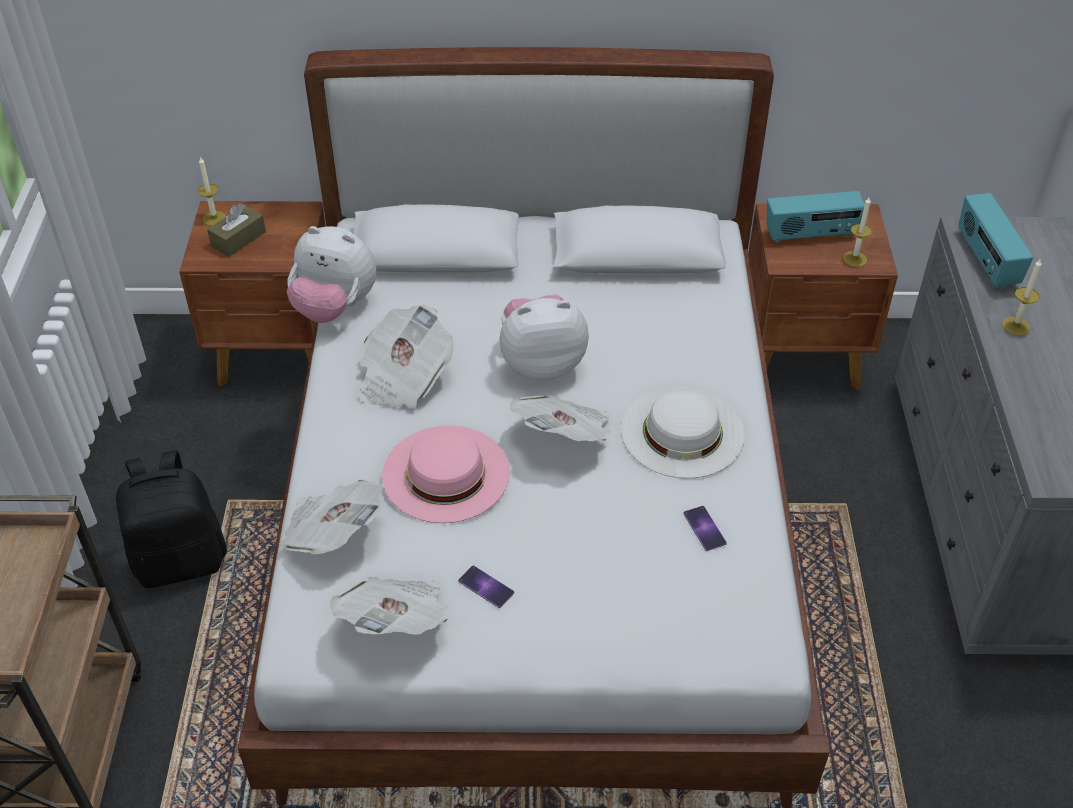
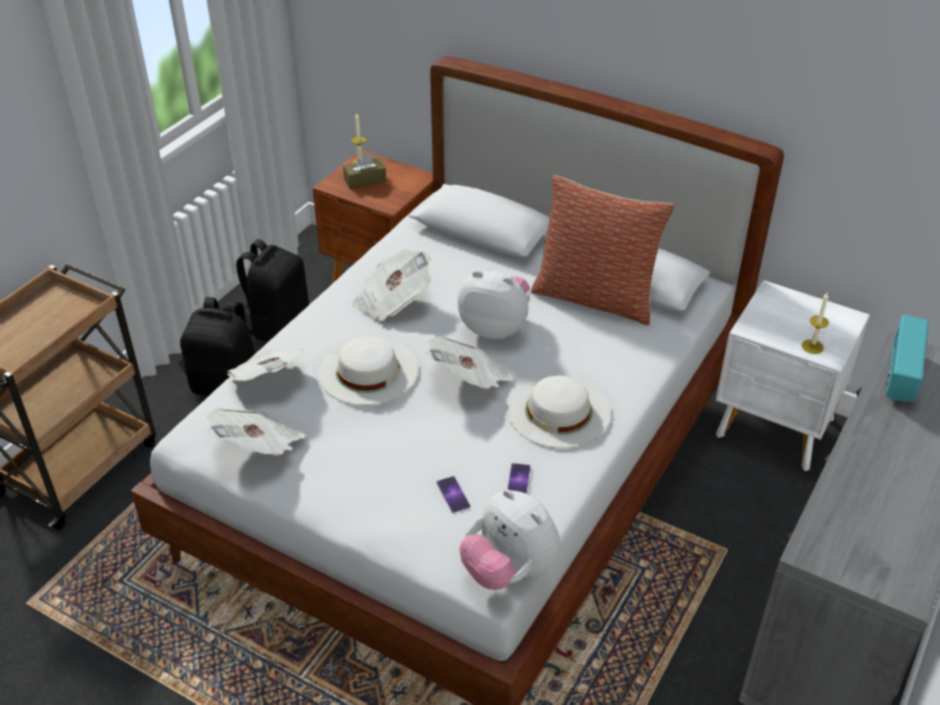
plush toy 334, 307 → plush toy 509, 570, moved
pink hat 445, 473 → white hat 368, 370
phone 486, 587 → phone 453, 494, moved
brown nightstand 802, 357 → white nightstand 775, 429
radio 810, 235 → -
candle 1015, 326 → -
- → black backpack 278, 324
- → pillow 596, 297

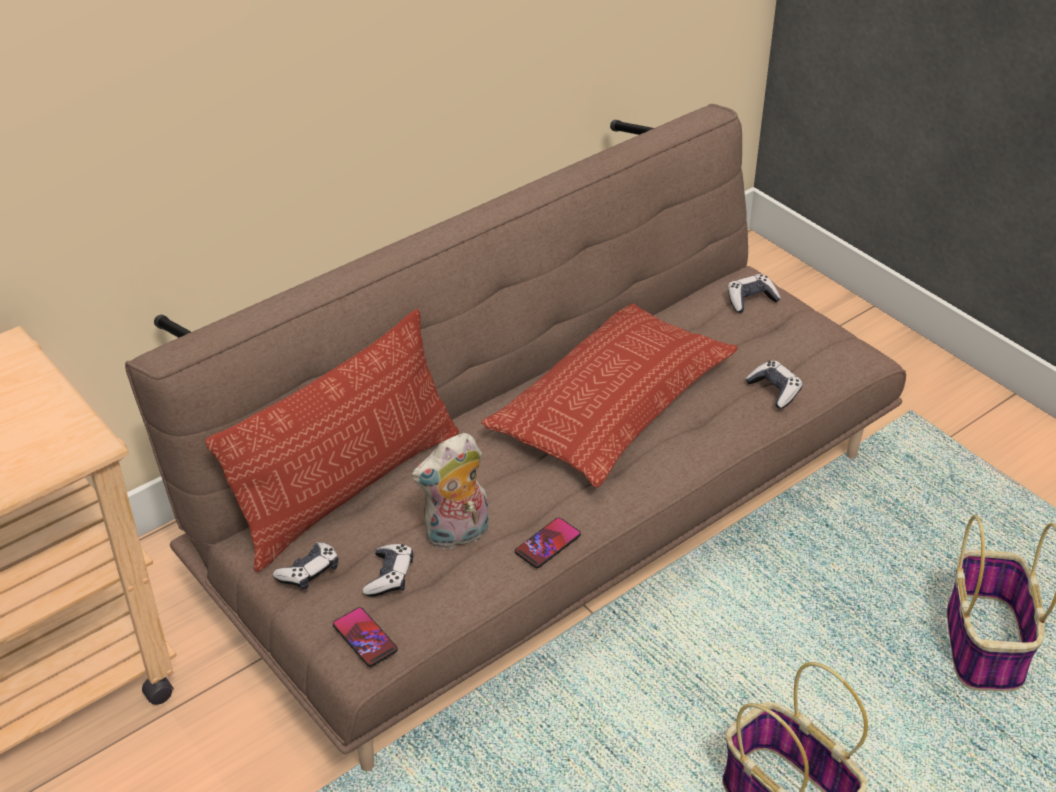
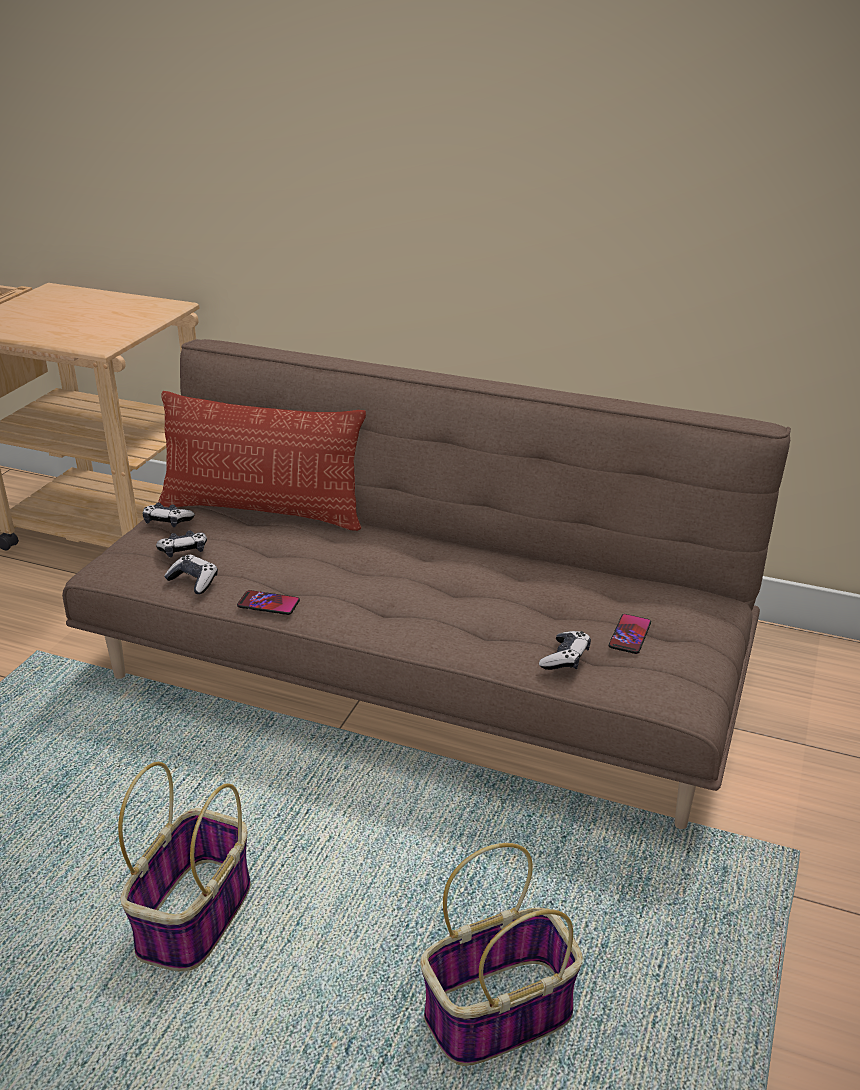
phone 365, 637 → phone 630, 635, moved
plush toy 457, 535 → -
pillow 612, 402 → -
game controller 751, 300 → game controller 193, 581, moved

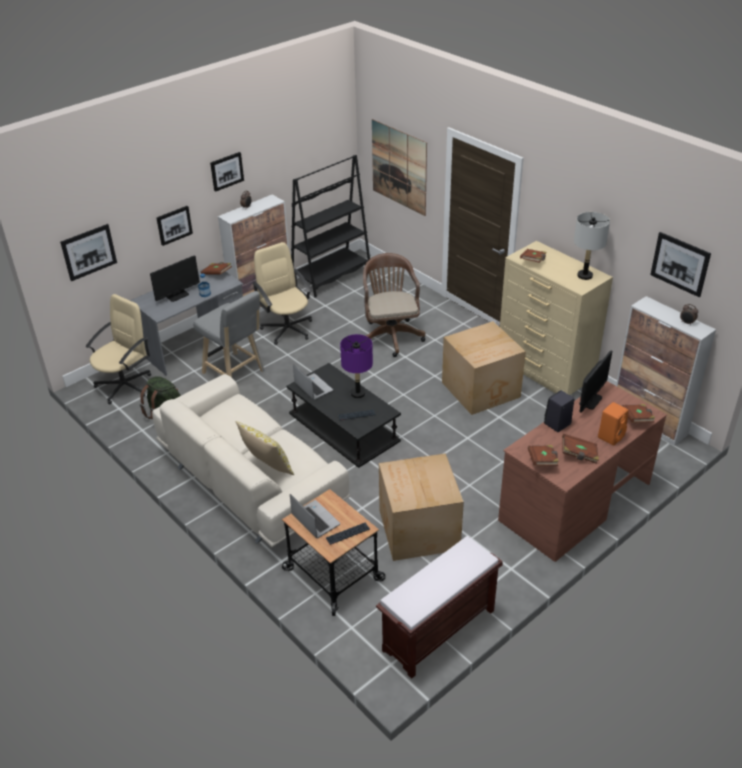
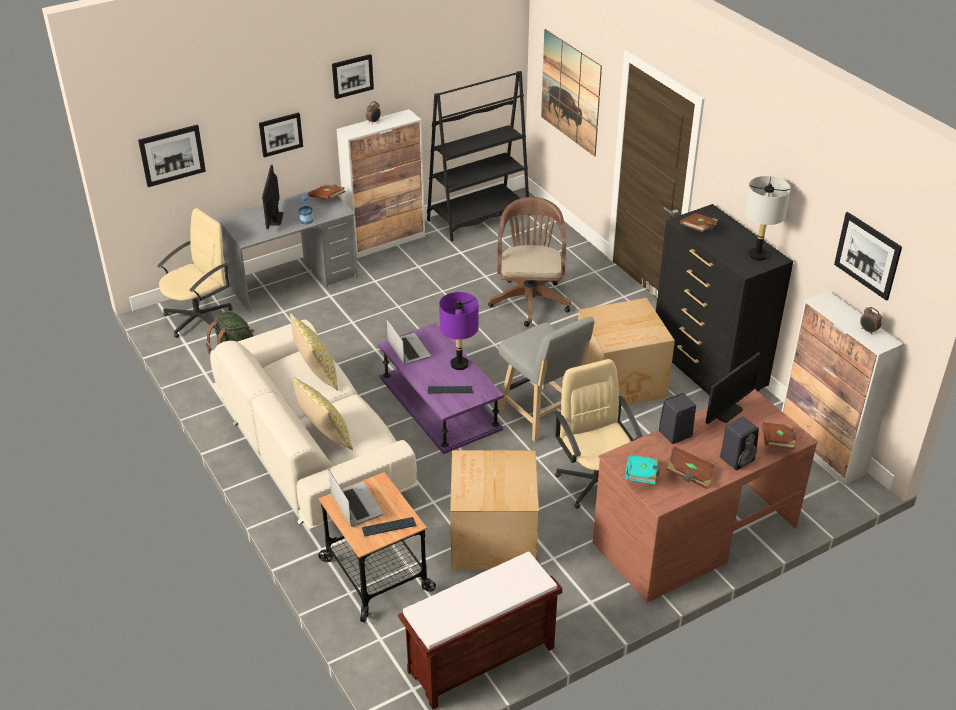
monitor 177, 295 → monitor 274, 219, 120 degrees clockwise
grey stool 235, 374 → grey stool 542, 416, moved
beige office chair 287, 329 → beige office chair 596, 482, moved
black coffee table 343, 427 → purple coffee table 439, 403
beige dresser 544, 372 → black dresser 707, 370
brown book 543, 461 → turquoise book 642, 476
orange speaker 611, 436 → black speaker 737, 458
- → pillow 316, 375

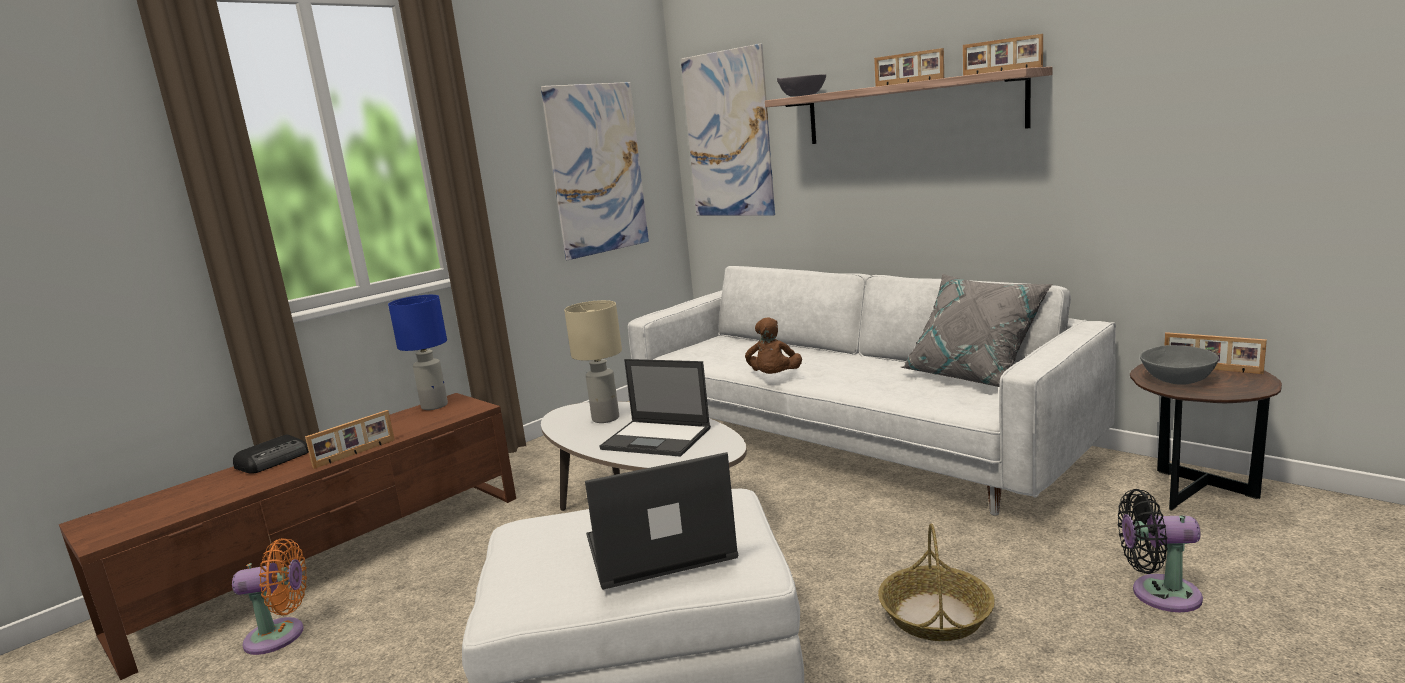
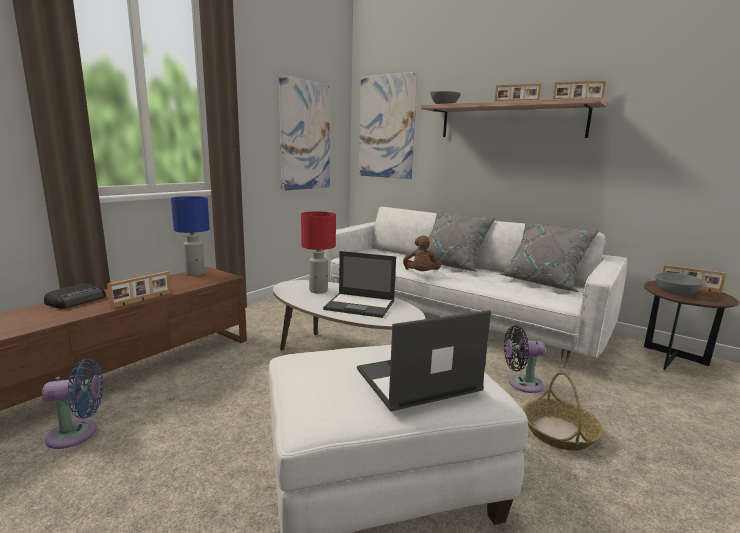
orange fan 281, 636 → blue fan 77, 434
beige table lamp 606, 418 → red table lamp 318, 290
black fan 1158, 594 → black fan 521, 384, moved
- → grey pillow 452, 265

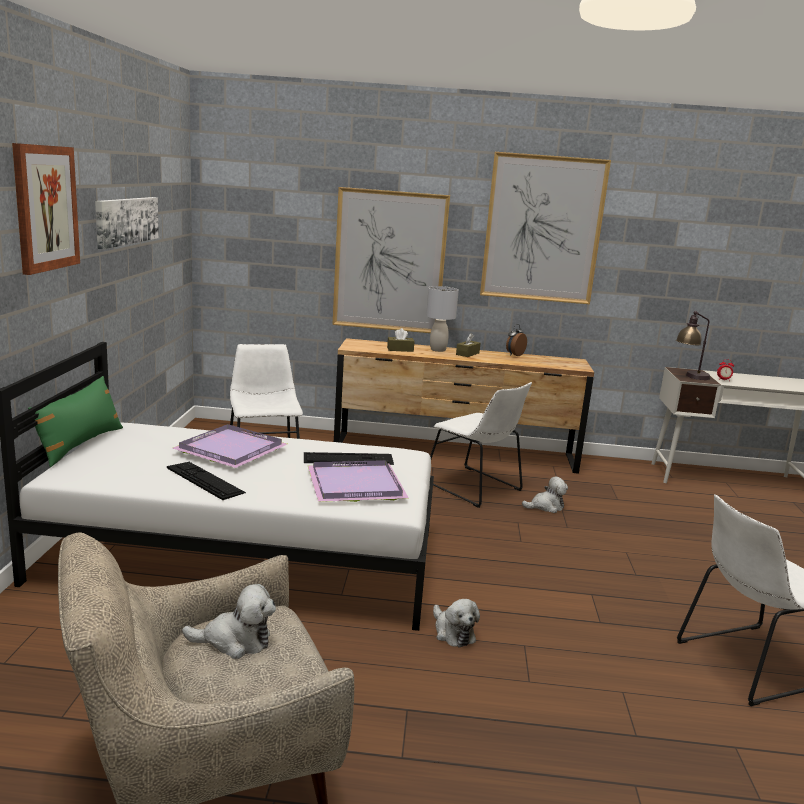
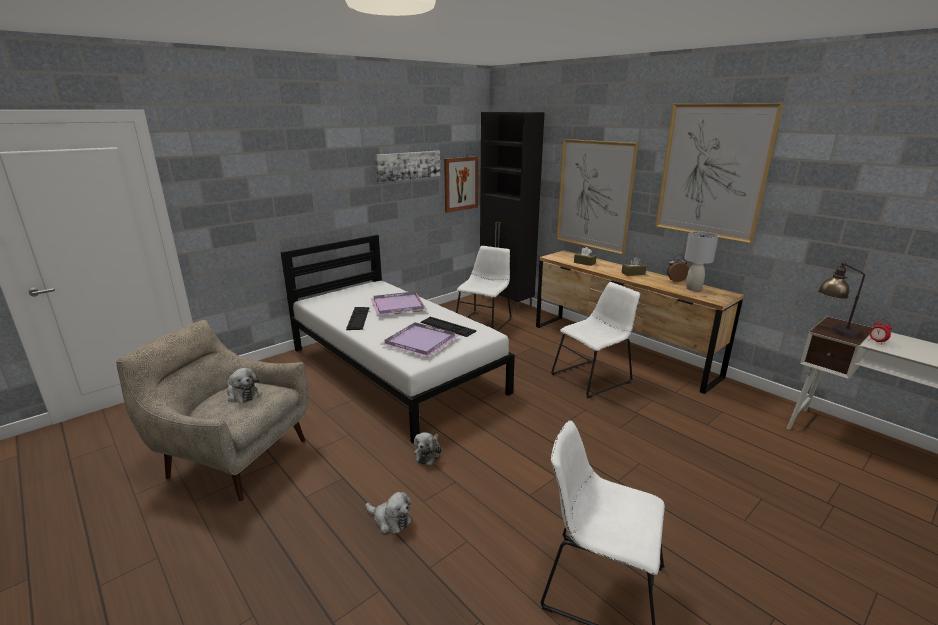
picture 45, 208 → picture 460, 184, moved
green pillow 80, 444 → -
grey table lamp 438, 350 → grey table lamp 693, 289, moved
white chair 475, 488 → white chair 593, 377, 120 degrees counterclockwise
plush toy 546, 506 → plush toy 390, 520, moved
- → black cabinet 506, 303

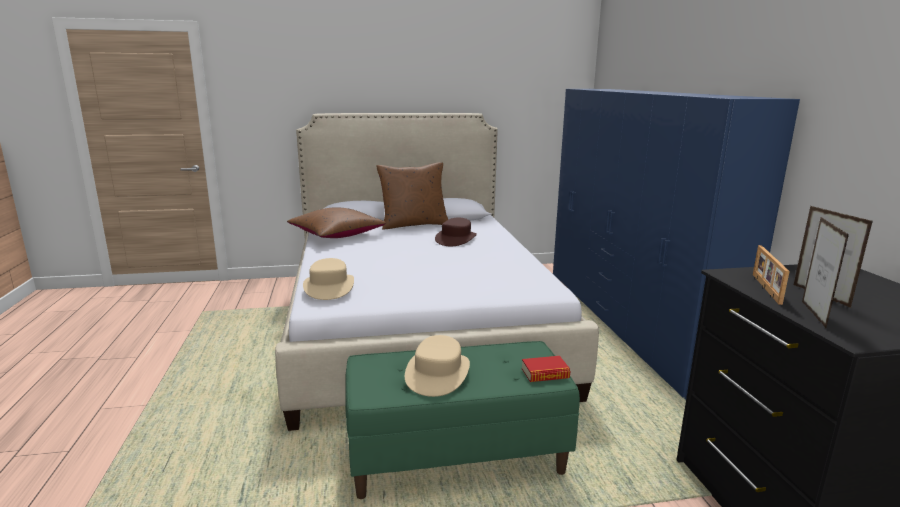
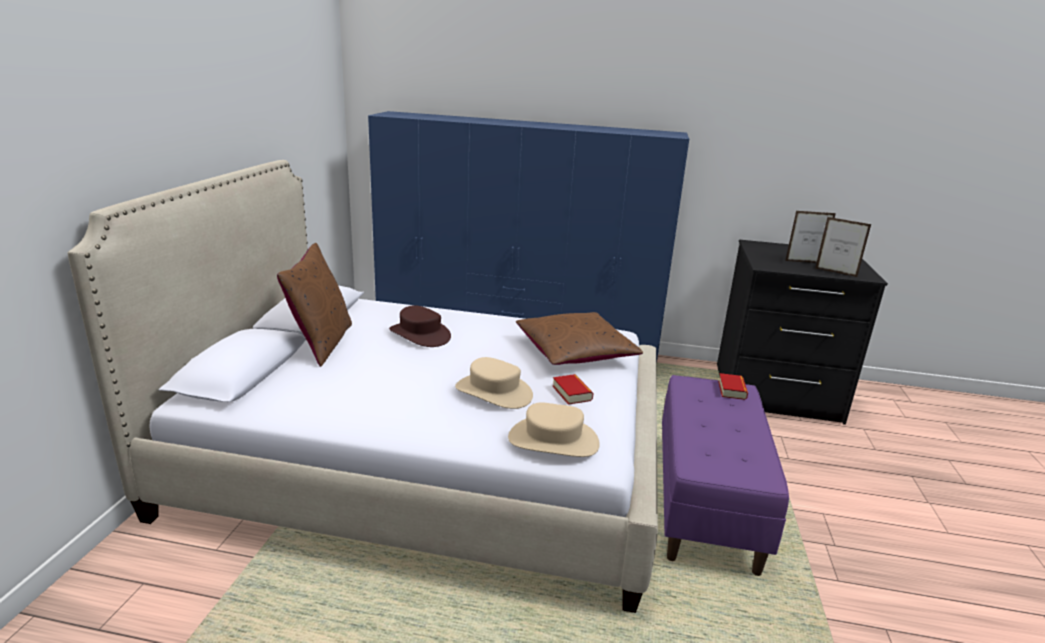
brown pillow 337, 235 → brown pillow 575, 353, moved
green bench 457, 456 → purple bench 705, 502
beige hat 438, 373 → beige hat 494, 392, moved
picture frame 765, 288 → -
- → book 572, 393

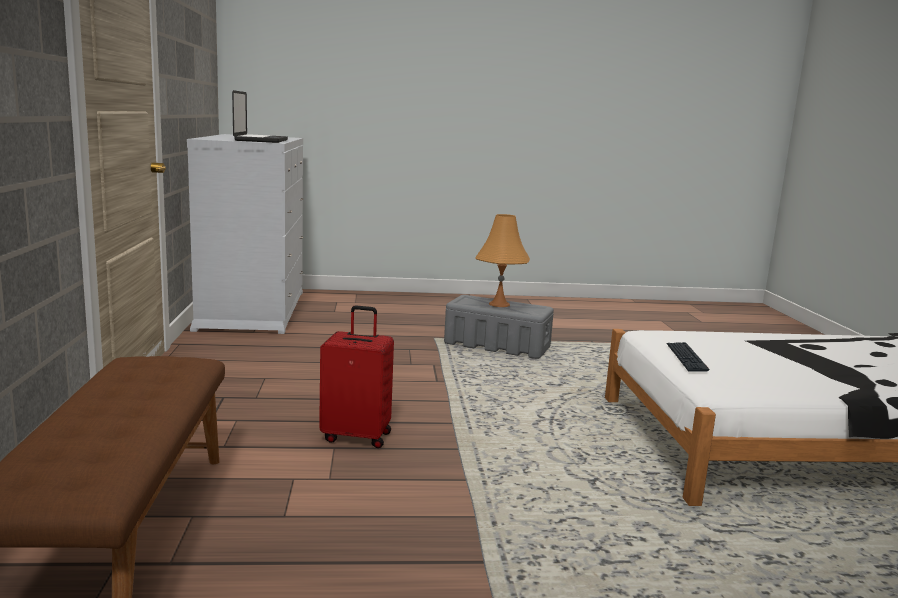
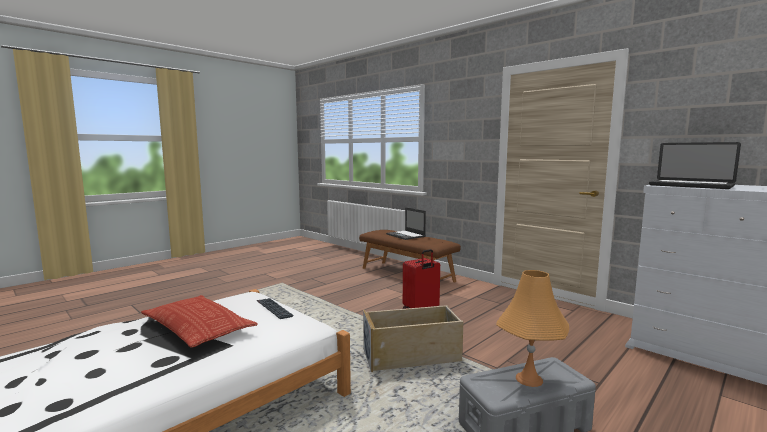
- → pillow 197, 327
- → beige storage box 412, 355
- → laptop 406, 235

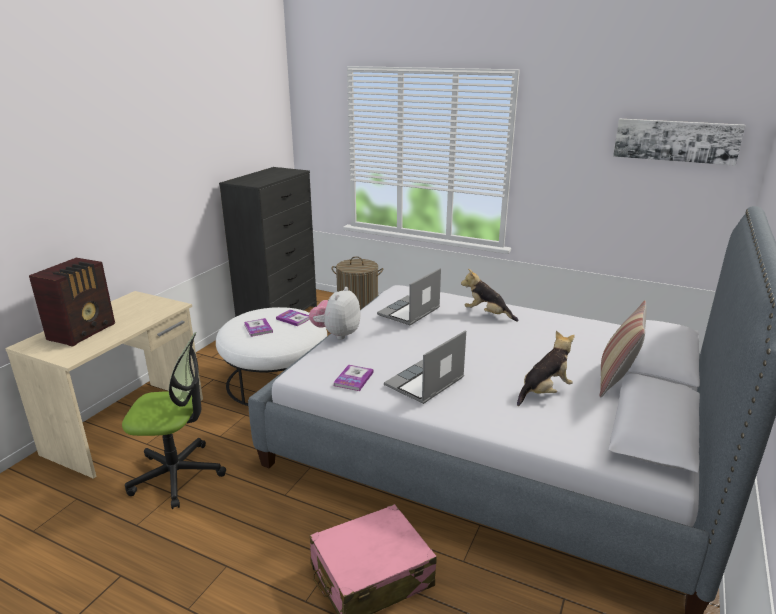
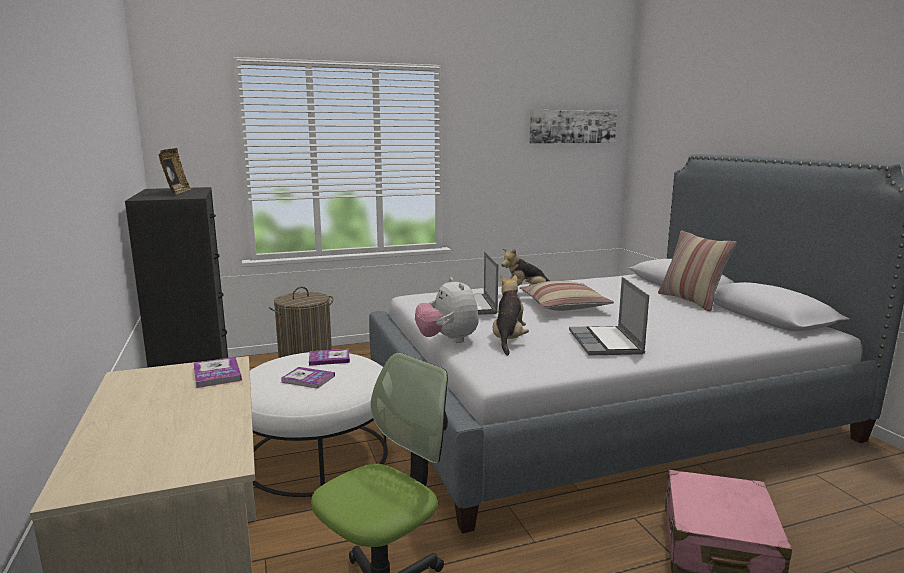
radio 84, 331 → -
book 353, 379 → book 217, 374, moved
plush toy 544, 392 → plush toy 508, 340, moved
- → picture frame 176, 192
- → pillow 563, 306

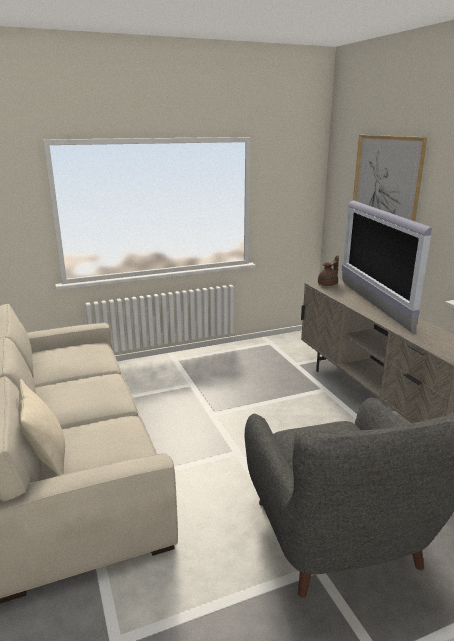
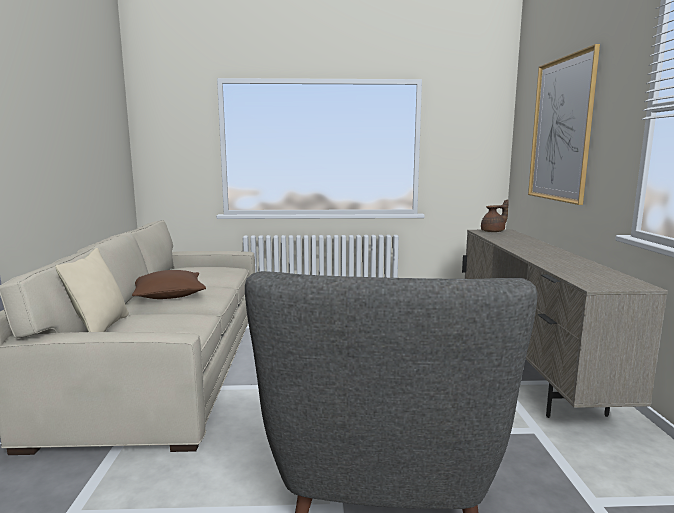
television 372, 304 → -
- → brown pillow 169, 295

